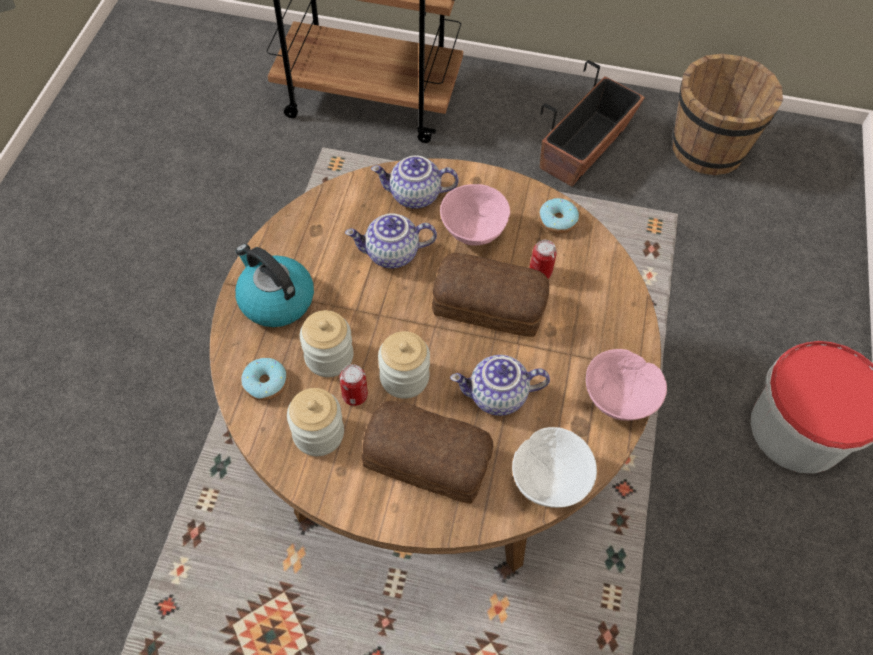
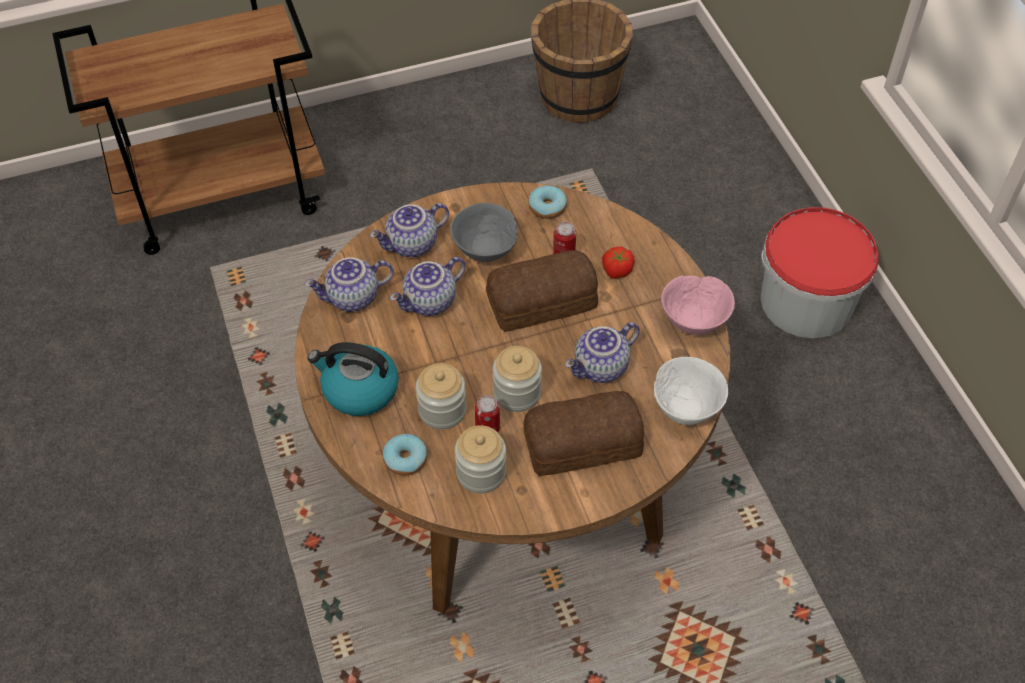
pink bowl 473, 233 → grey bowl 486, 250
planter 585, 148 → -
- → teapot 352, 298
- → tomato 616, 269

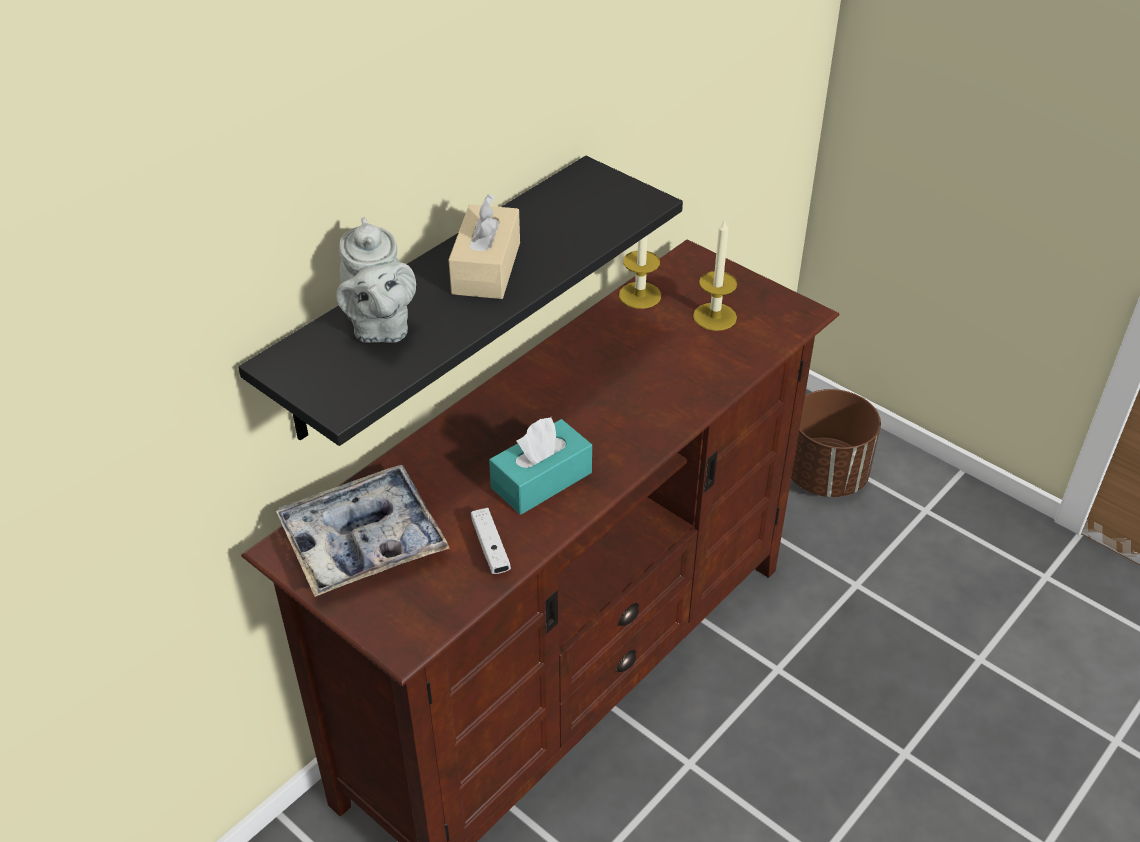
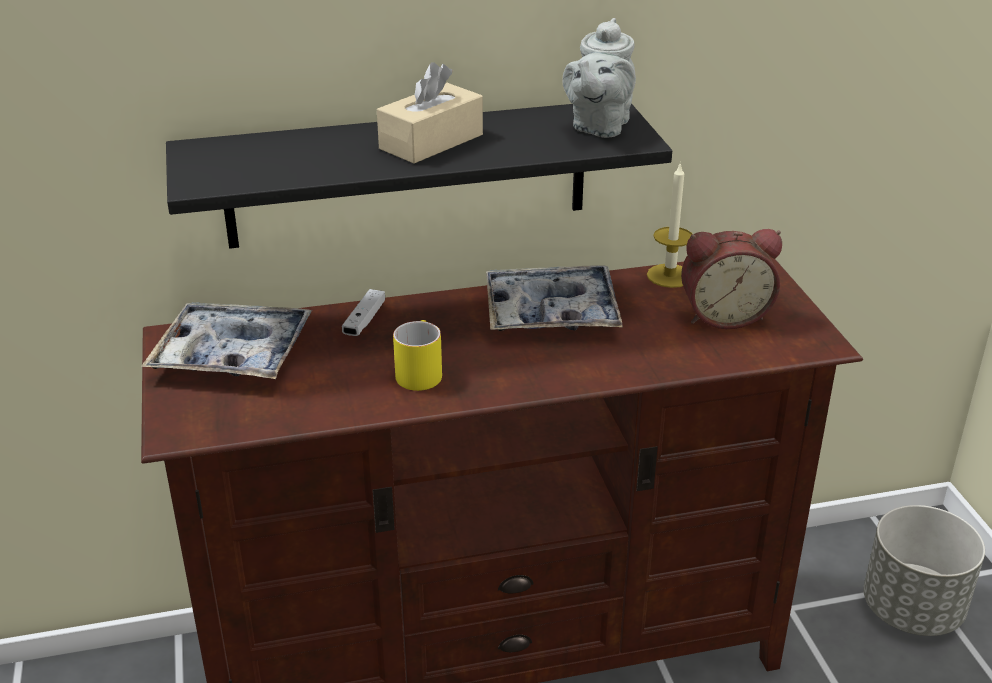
grey teapot 379, 327 → grey teapot 599, 126, moved
white game controller 490, 548 → white game controller 364, 321, moved
turquoise tissue box 541, 480 → yellow mug 418, 372
candle 714, 317 → alarm clock 723, 315
brown planter 826, 475 → grey planter 912, 610
- → tray 551, 312

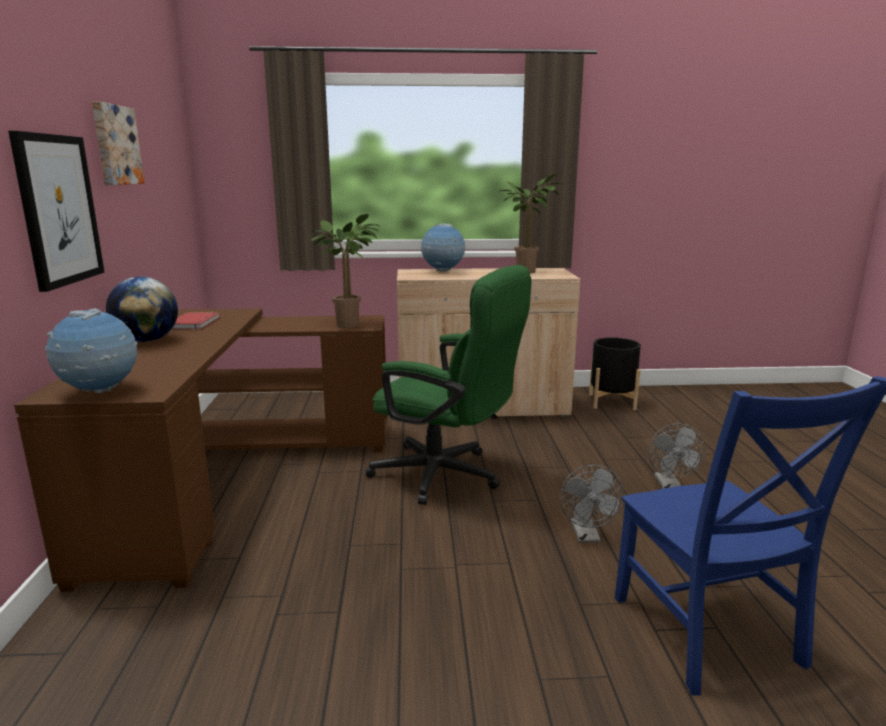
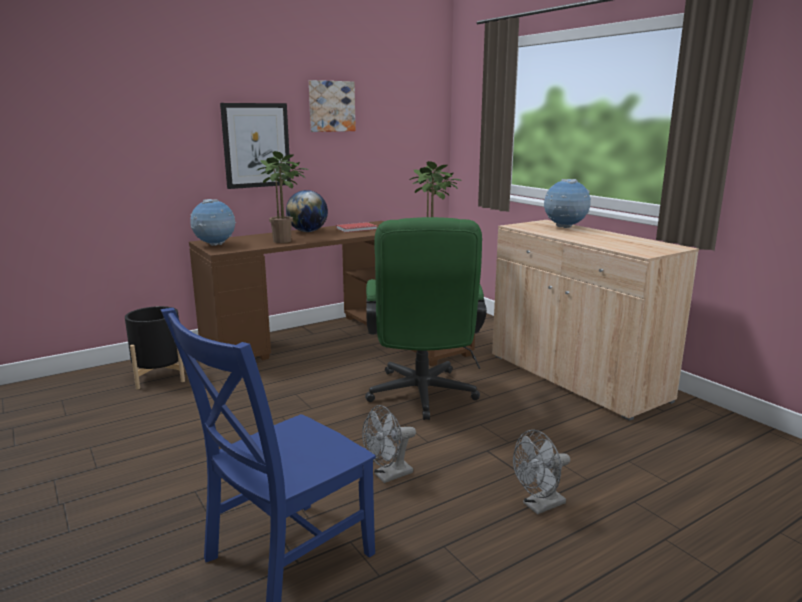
potted plant 528, 271 → potted plant 285, 241, moved
black planter 612, 402 → black planter 159, 377, moved

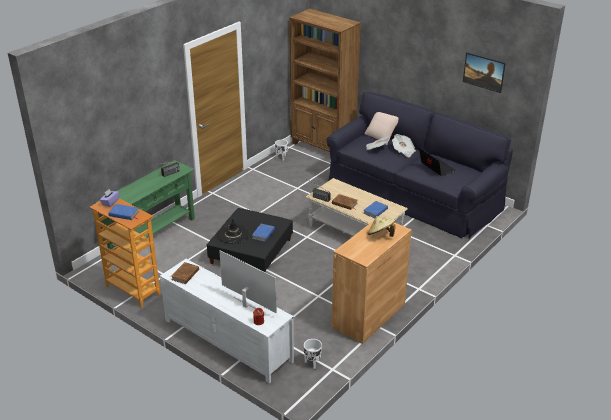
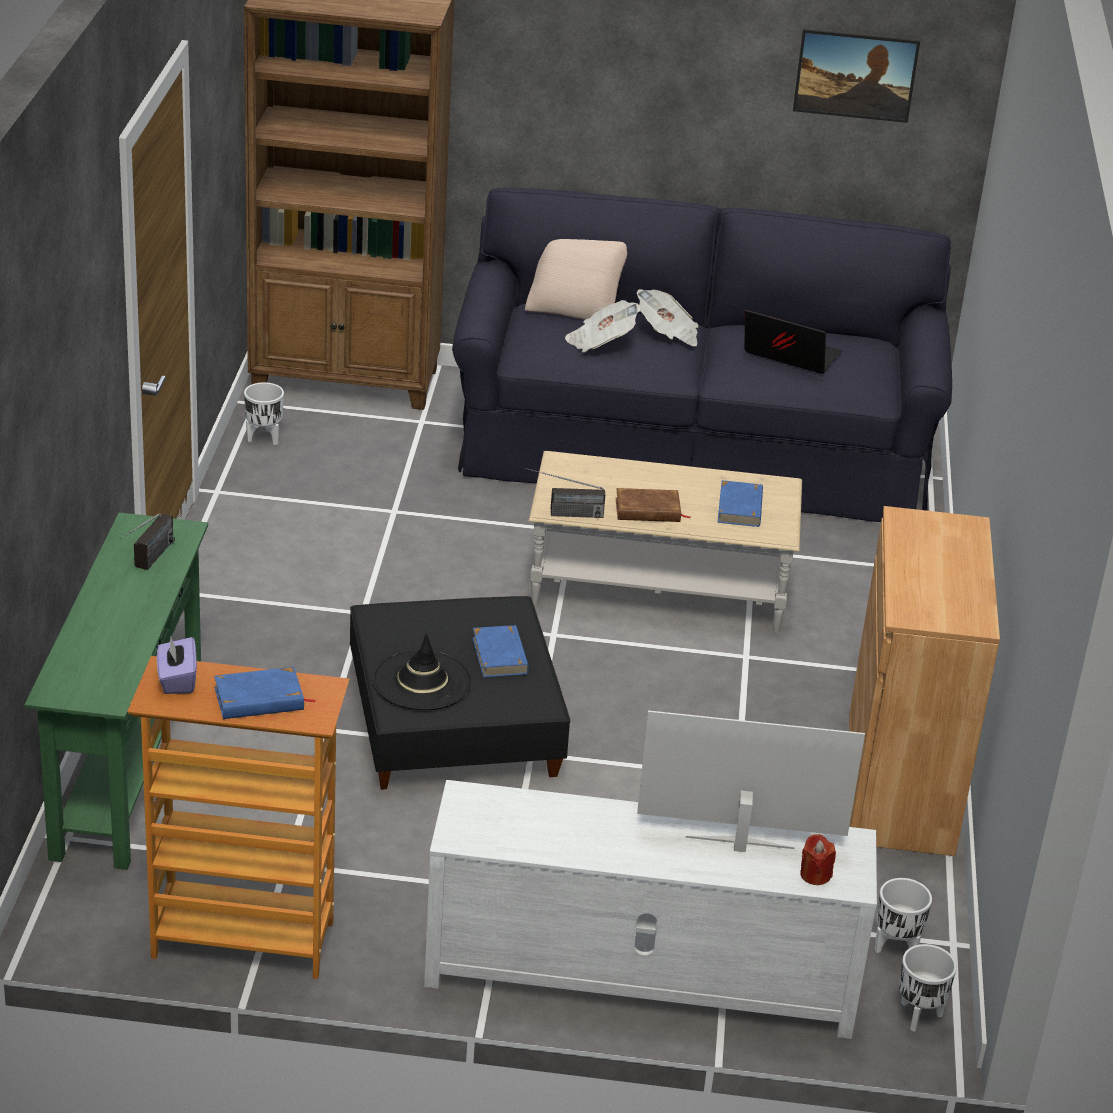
brown book 185, 274 → -
beige hat 381, 235 → -
- → white planter 918, 1016

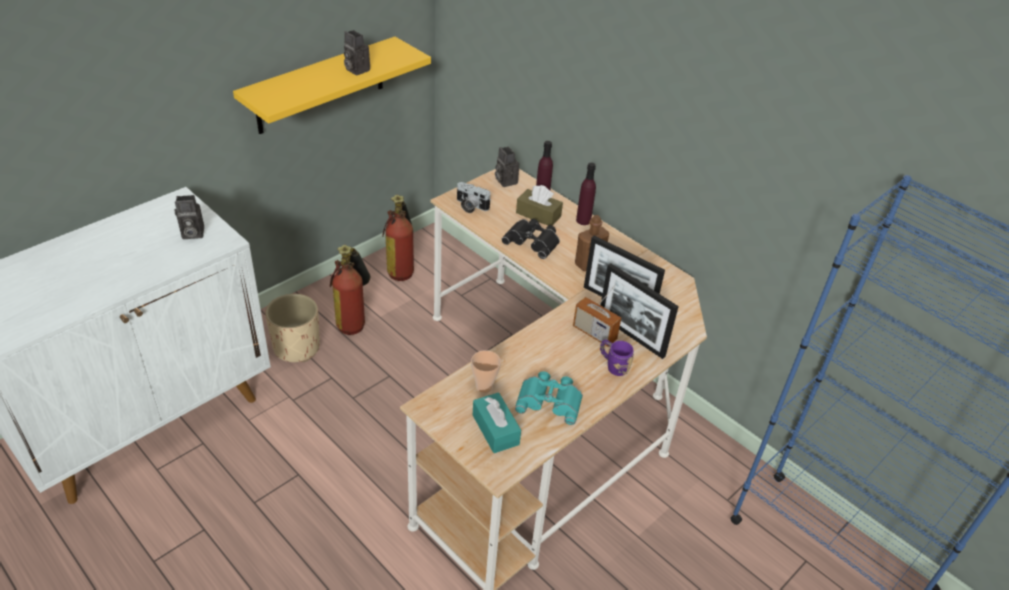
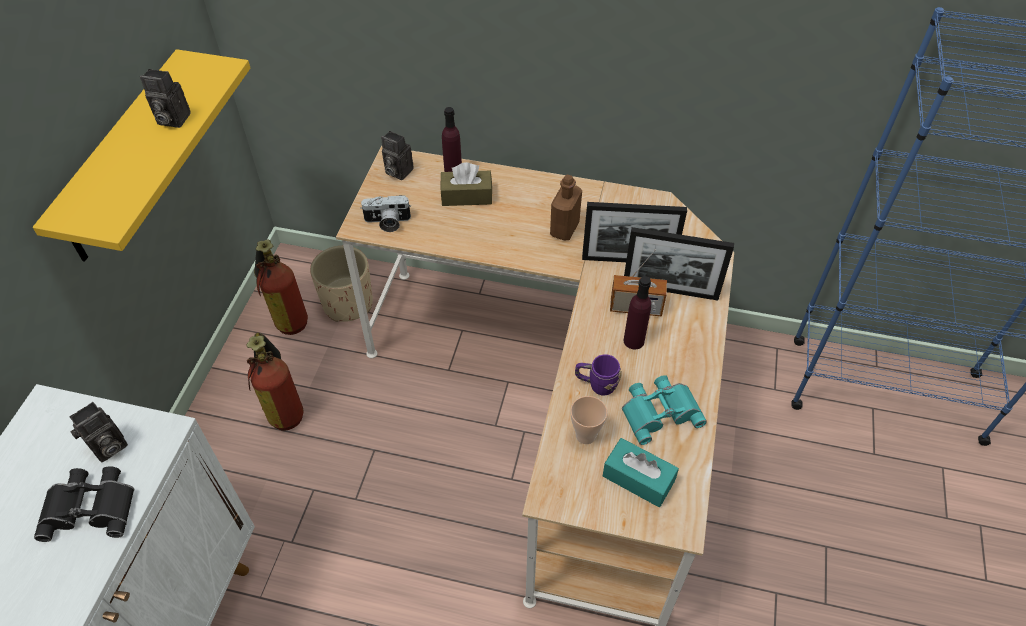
beige planter 296, 348 → beige planter 347, 304, moved
black binoculars 533, 241 → black binoculars 91, 506, moved
purple bottle 583, 220 → purple bottle 633, 340, moved
purple mug 613, 366 → purple mug 596, 384, moved

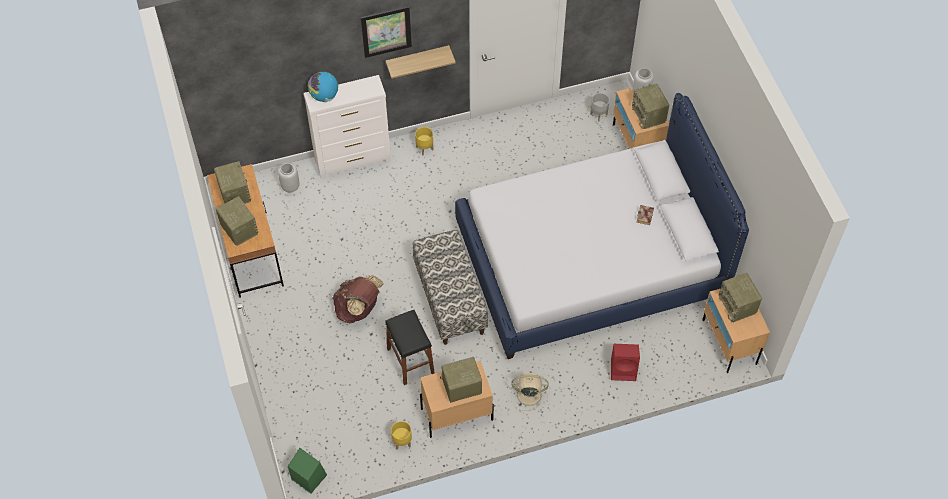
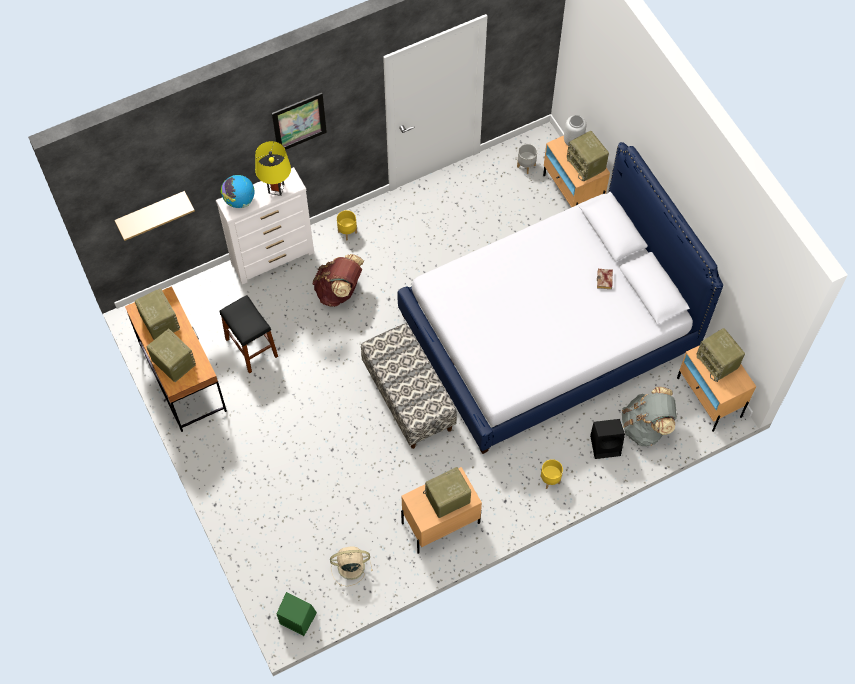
grey vase 290, 187 → -
brown backpack 358, 309 → brown backpack 339, 291, moved
shelf 417, 60 → shelf 151, 212, moved
black stool 410, 361 → black stool 251, 348, moved
yellow planter 402, 441 → yellow planter 550, 479, moved
beige fan 528, 394 → beige fan 349, 566, moved
red speaker 624, 369 → black speaker 606, 445
- → yellow table lamp 276, 189
- → grey backpack 645, 427

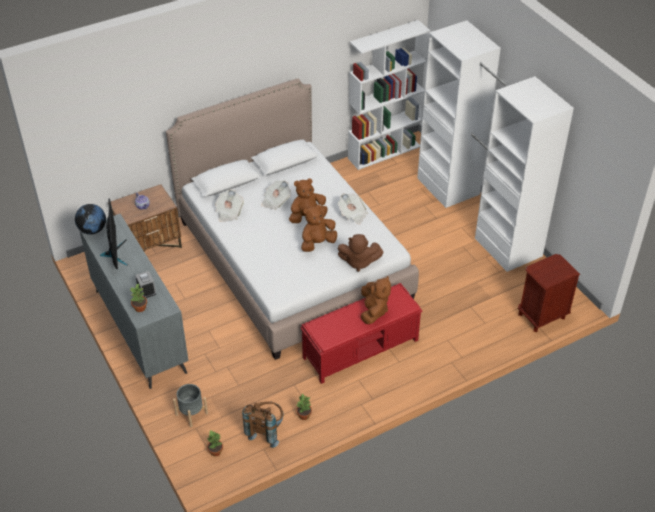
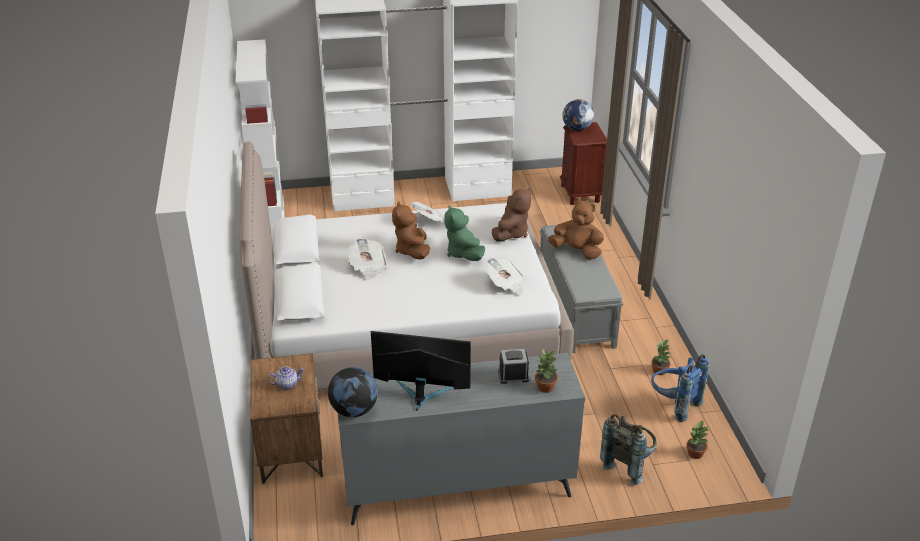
grey planter 191, 414 → grey backpack 628, 464
newspaper 229, 212 → newspaper 506, 285, moved
brown backpack 266, 430 → blue backpack 673, 405
red bench 361, 348 → grey bench 575, 308
brown plush toy 317, 243 → green plush toy 463, 253
- → globe 576, 129

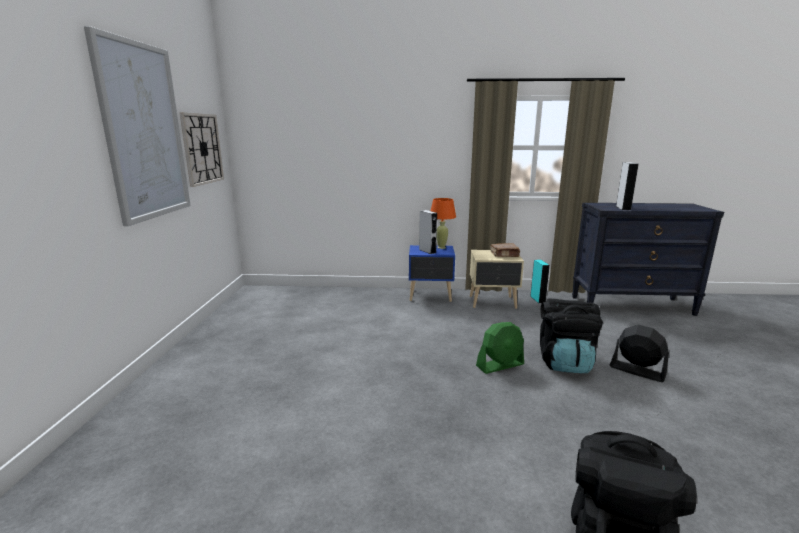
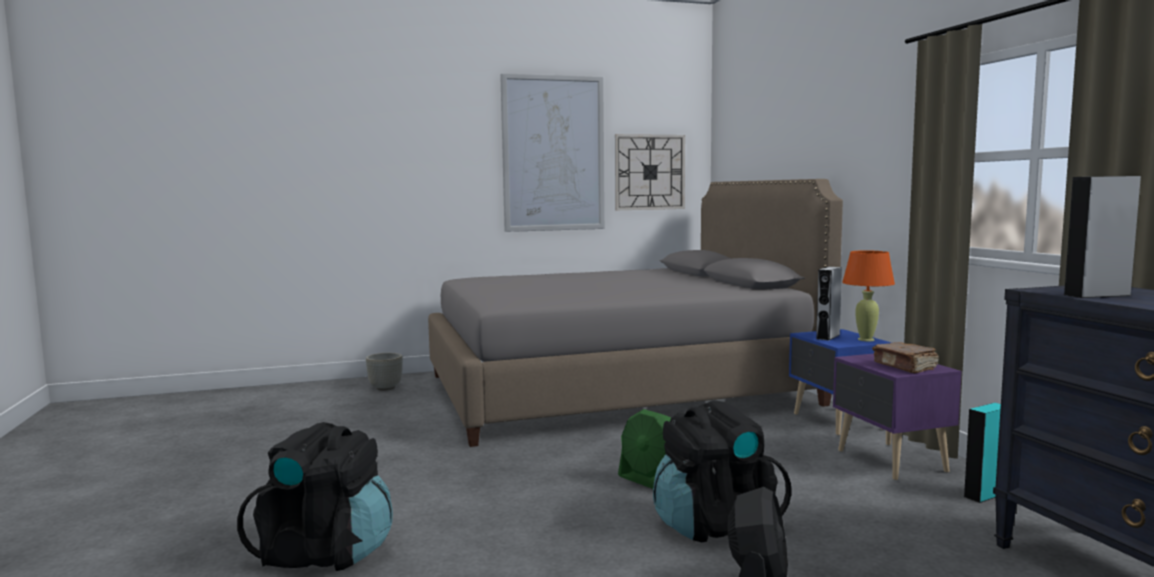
beige nightstand 493, 302 → purple nightstand 890, 462
- → grey planter 386, 388
- → grey bed 615, 389

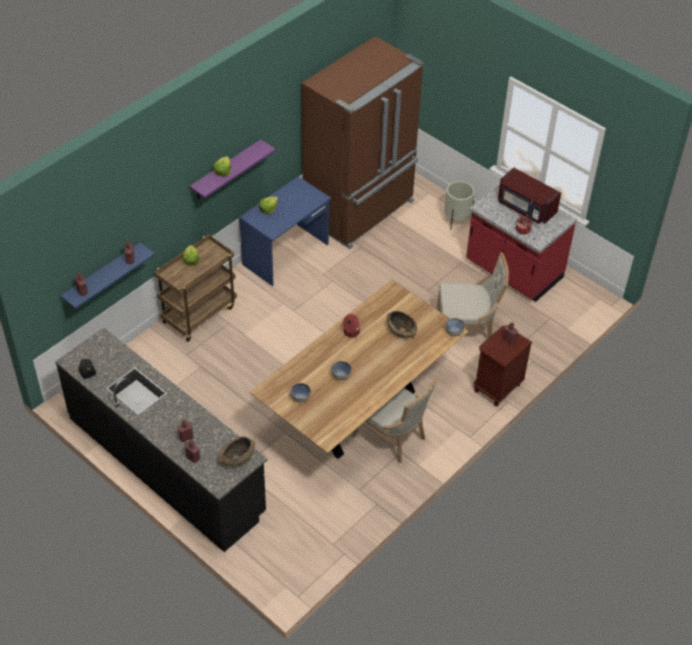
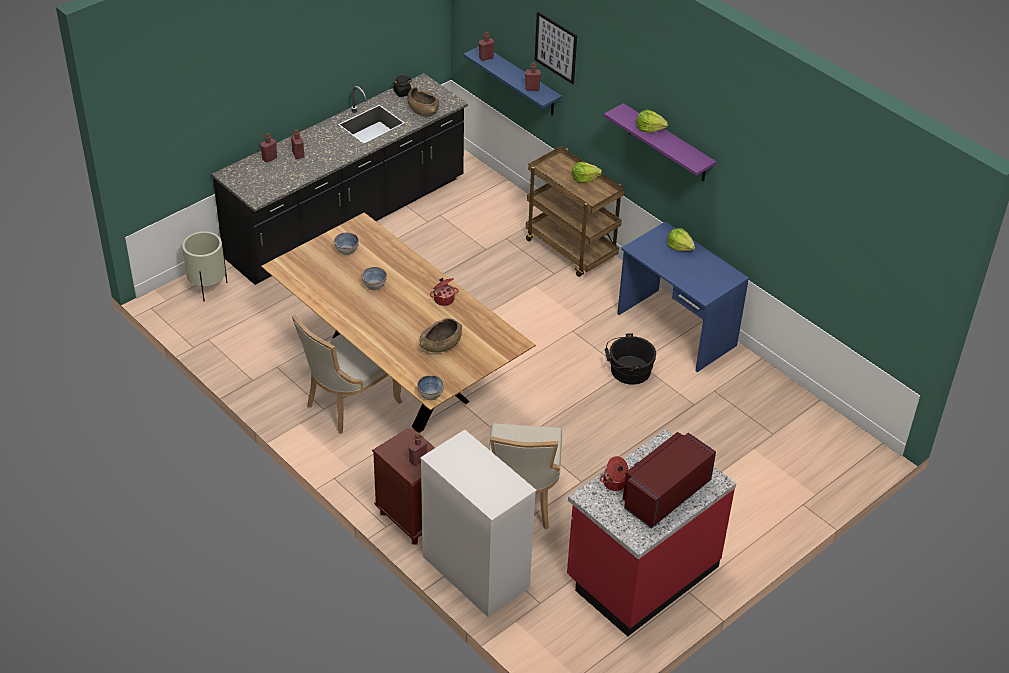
brown bowl 237, 457 → brown bowl 423, 109, moved
brown fridge 360, 210 → -
beige planter 457, 221 → beige planter 208, 288, moved
- → white dresser 474, 571
- → picture 556, 47
- → black bucket 628, 370

